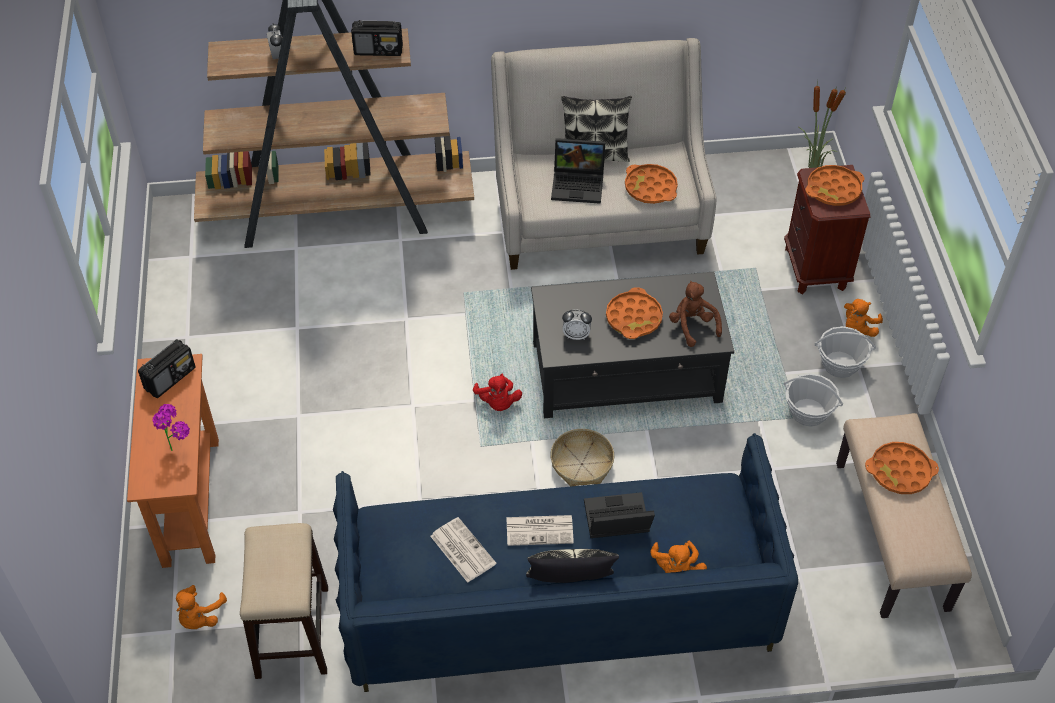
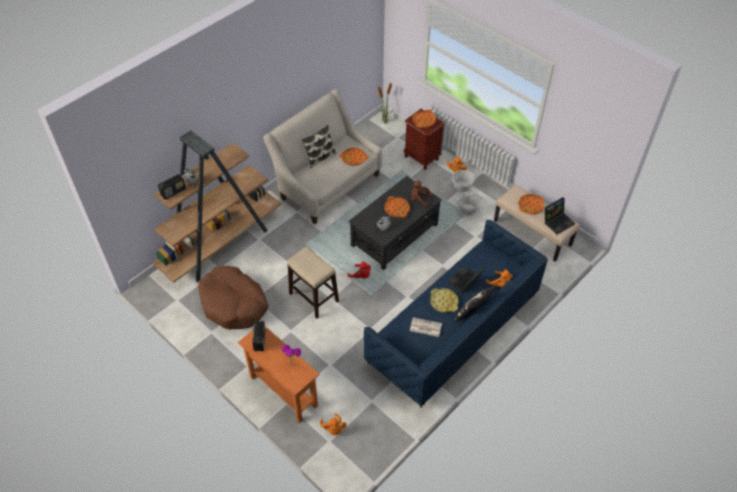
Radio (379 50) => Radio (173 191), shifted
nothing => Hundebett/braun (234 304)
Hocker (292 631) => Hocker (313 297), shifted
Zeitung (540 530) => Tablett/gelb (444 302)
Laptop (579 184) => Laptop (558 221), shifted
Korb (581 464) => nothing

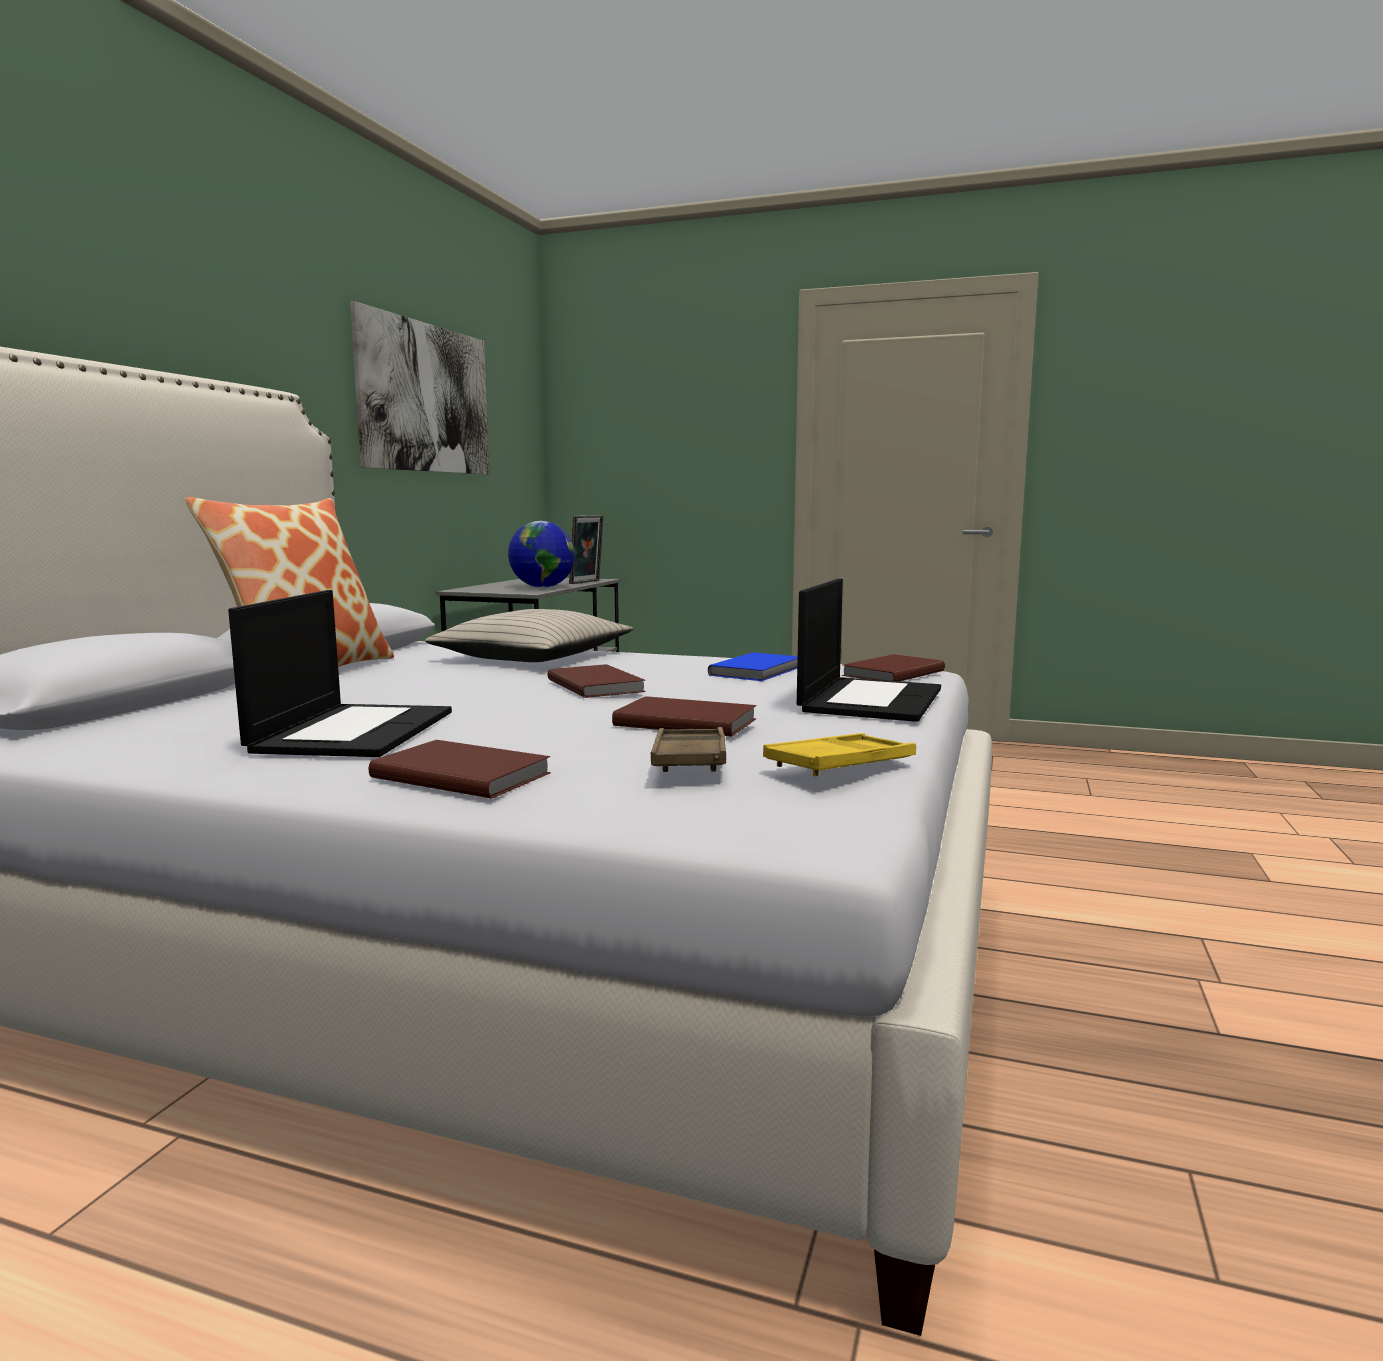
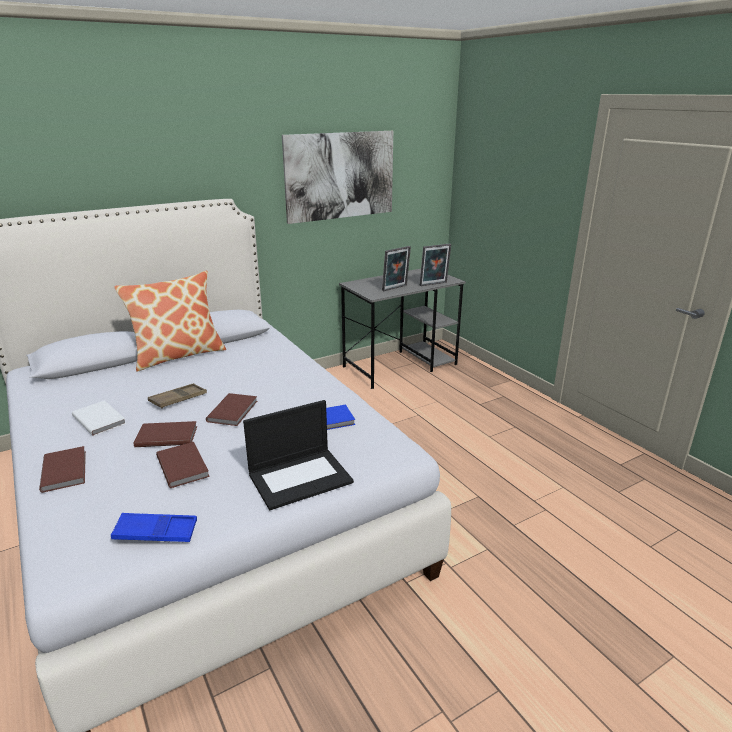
Laptop (354 730) => Buch/weiß (100 419)
Tablett/gelb (841 764) => Tablett/blau (156 532)
Buch/braun (890 673) => Buch/braun (166 436), shifted
Tablett/braun (689 759) => Tablett/braun (178 399), shifted
Globus (542 587) => Bilderrahmen (395 288)
Kissen/beige (532 657) => nothing

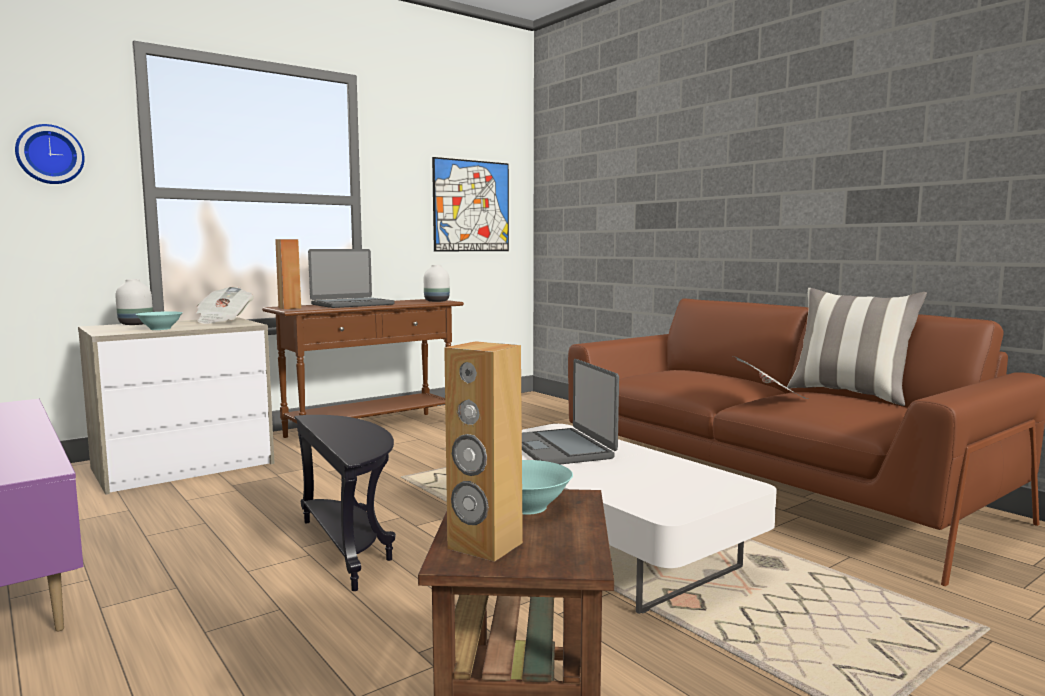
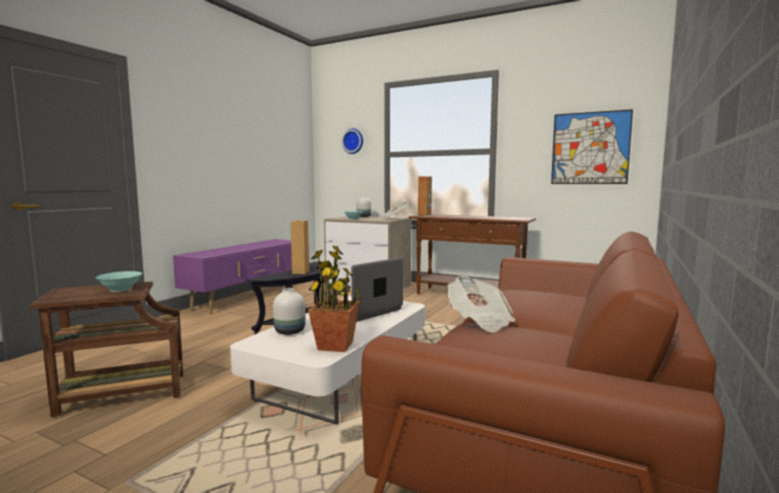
Vase/weiß (437 301) => Vase/weiß (290 331), shifted
Lautsprecher/braun (484 546) => Lautsprecher/braun (300 272), shifted
nothing => Topfpflanze (336 346)
Laptop (352 304) => nothing
Kissen (850 394) => nothing

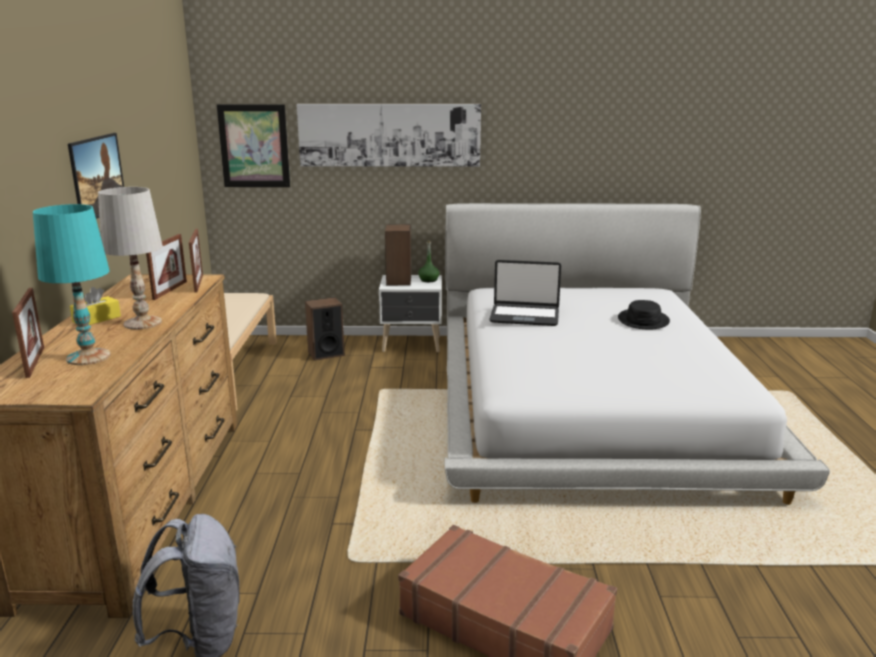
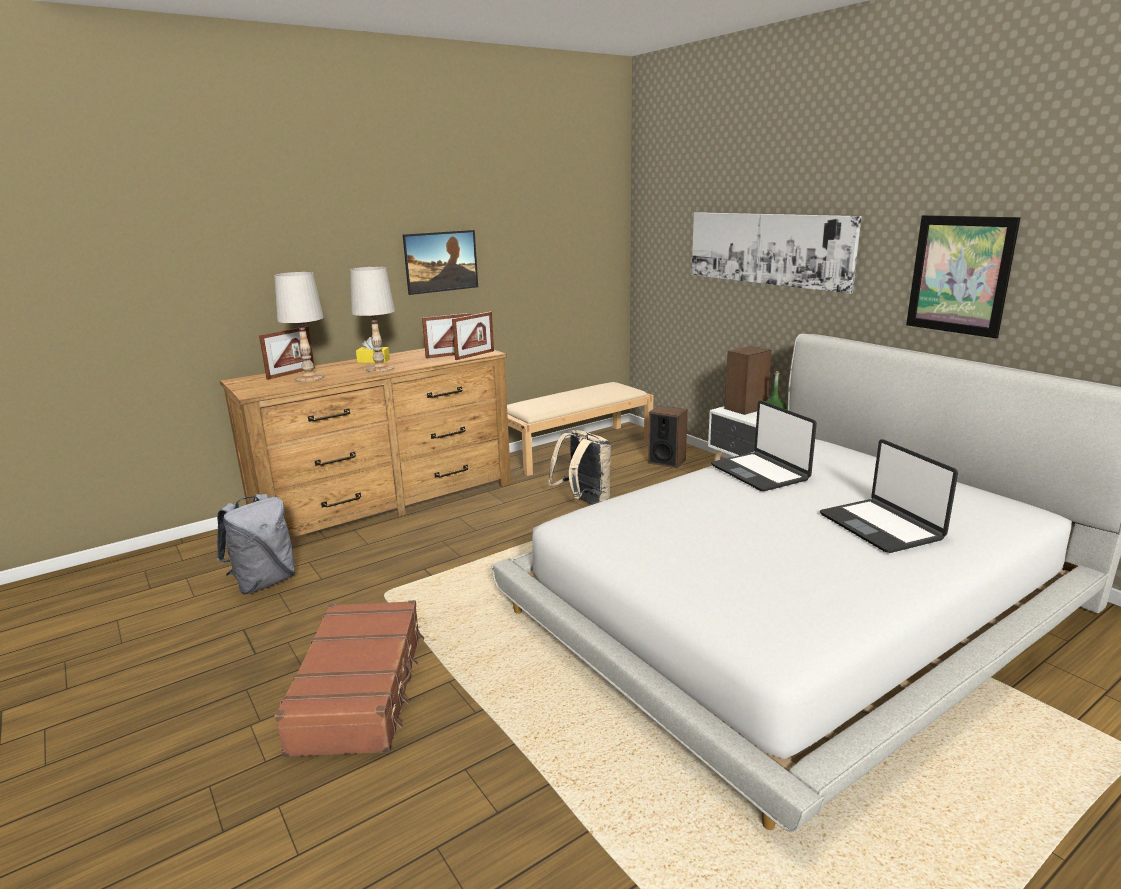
Tischlampe/türkis (88 357) => Tischlampe/weiß (309 378)
nothing => Rucksack/beige (583 502)
Hut/schwarz (643 320) => Laptop (881 526)
Bild (254 146) => Bild (959 275), shifted

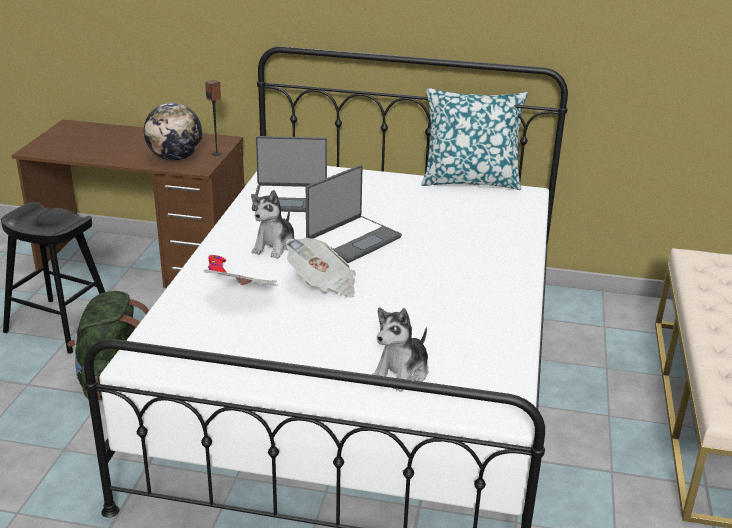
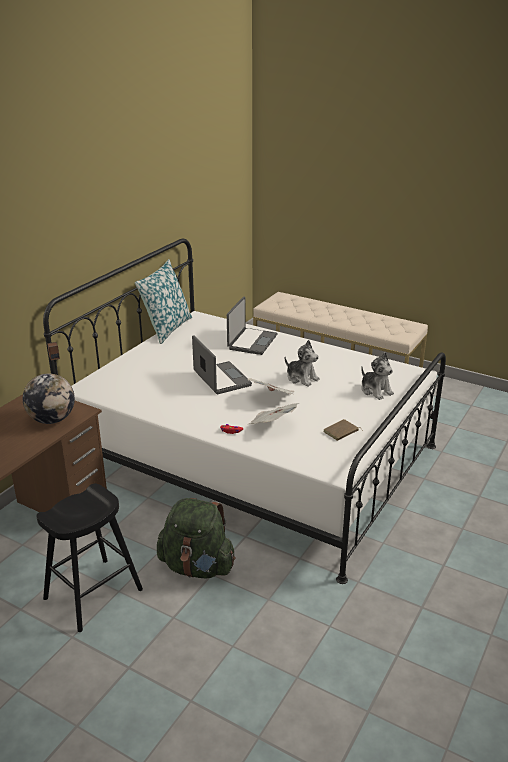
Laptop (290 199) => Laptop (251 342), shifted
Plüschtier (275 246) => Plüschtier (302 378), shifted
nothing => Buch/braun (341 432)

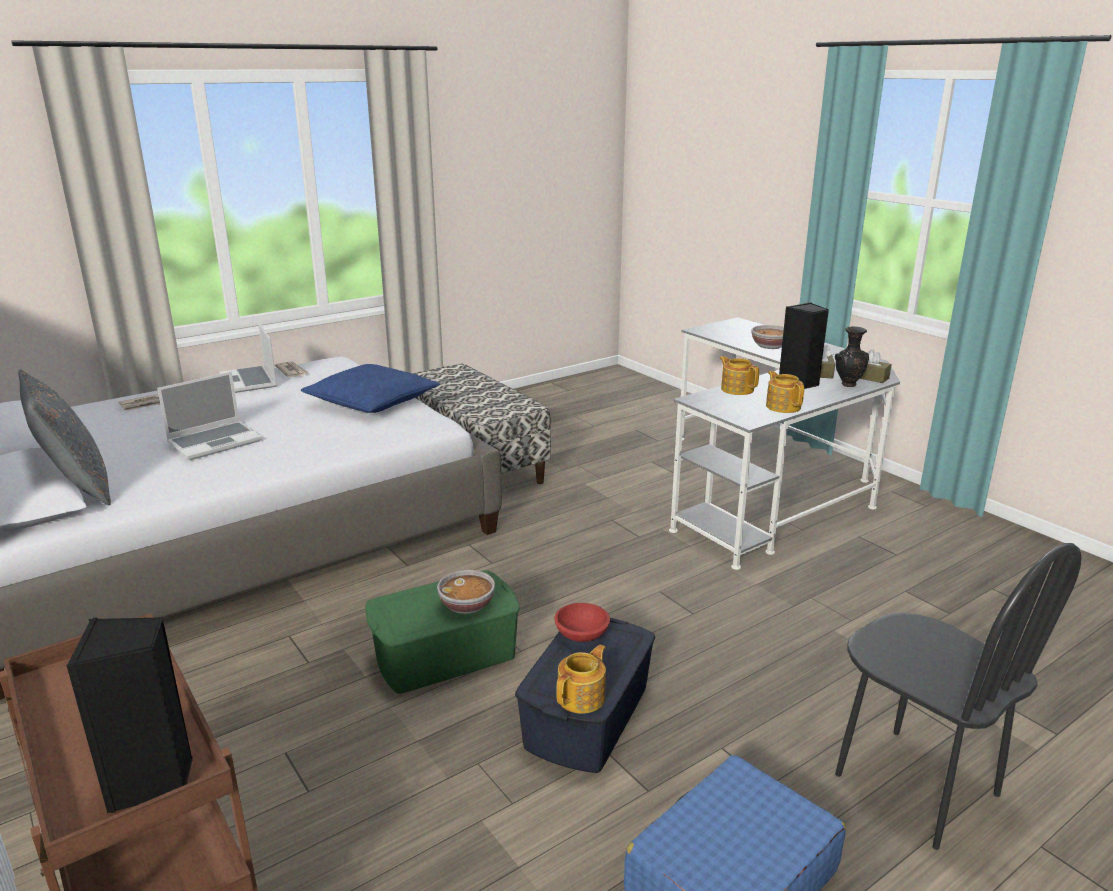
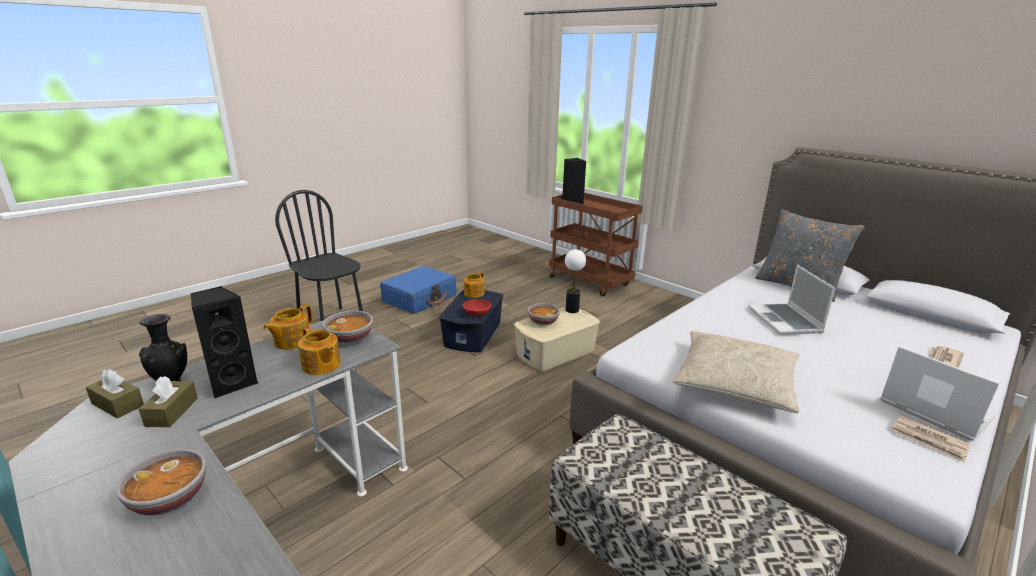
Teekanne (783 406) => Teekanne (291 341), 60 degrees clockwise
nothing => Schüssel (350 339)
Aufbewahrungsbox/grün (444 655) => Aufbewahrungsbox/beige (556 353)
nothing => Tischlampe (572 310)
Kissen/blau (372 401) => Kissen/beige (735 382)
Laptop (215 441) => Laptop (785 321), 45 degrees counterclockwise

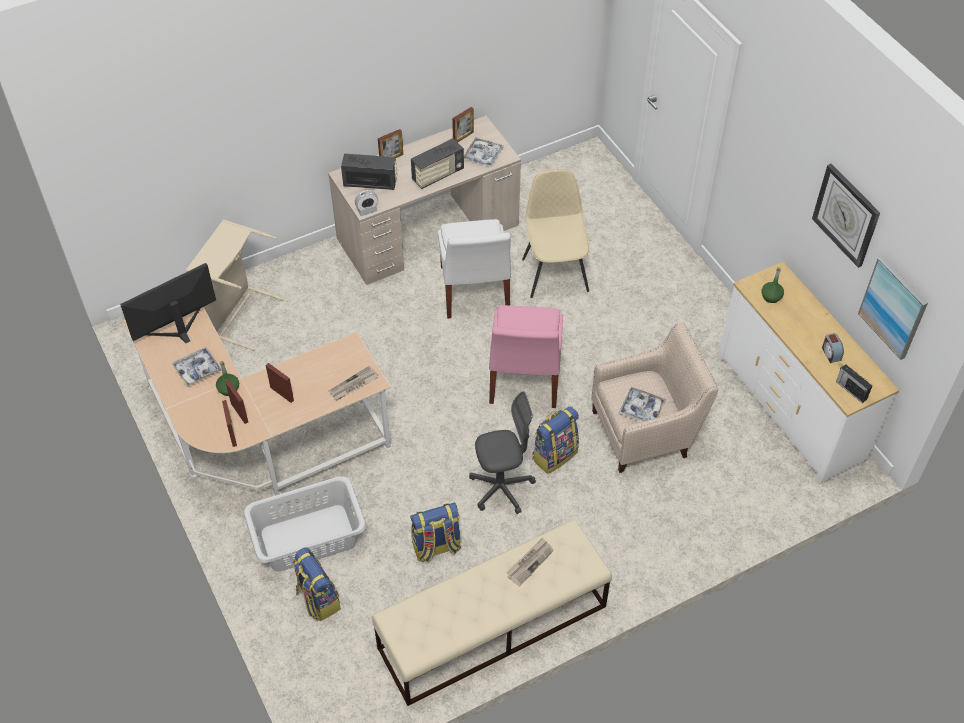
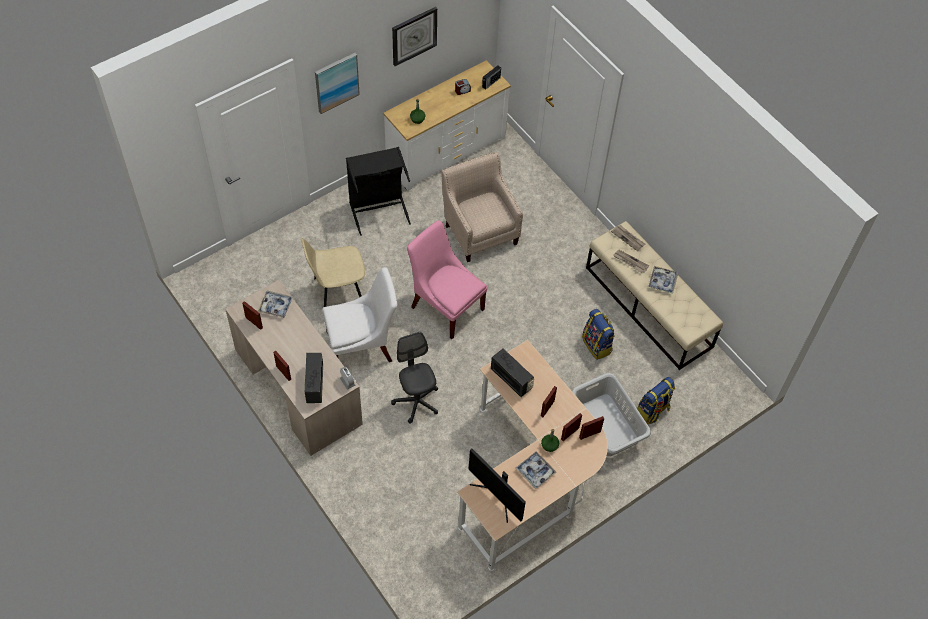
Bild (893 307) => Bild (336 82), shifted
nothing => Wäschekorb/schwarz (378 208)
Bürostuhl/grau (501 488) => Bürostuhl/grau (416 401), shifted
Stuhl/rosa (523 380) => Stuhl/rosa (445 305), 135 degrees counterclockwise
Radio (438 175) => Radio (511 379), shifted
Zeitung (353 385) => Zeitung (628 238), shifted
Tablett (641 409) => Tablett (662 281), shifted
Wäschekorb/beige (237 314) => nothing
Rucksack (554 454) => nothing

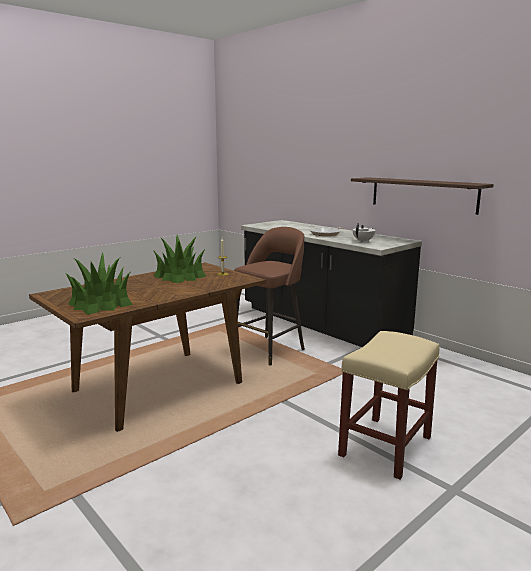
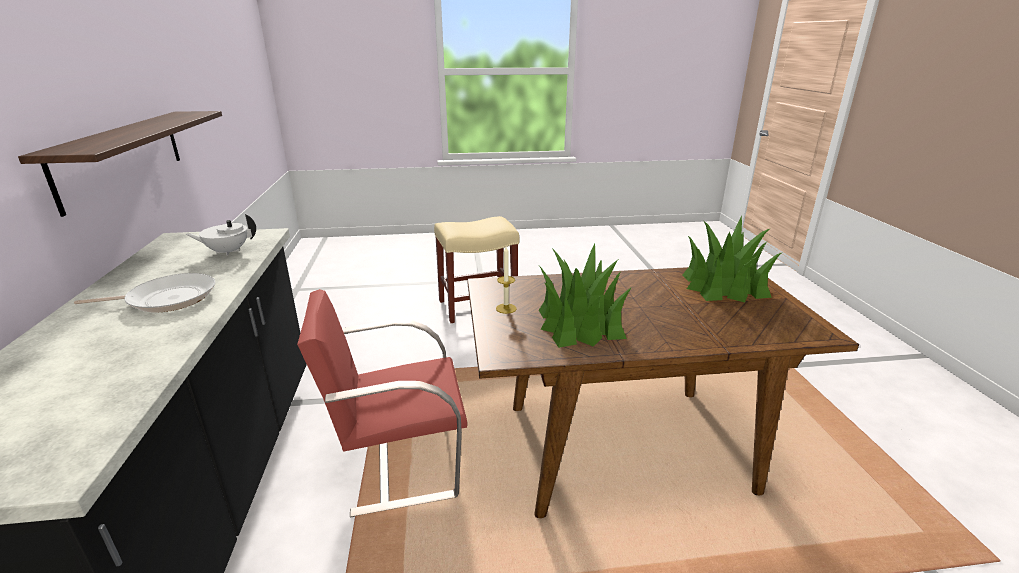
Hocker/braun (269 350) => Stuhl/rot (399 462)

